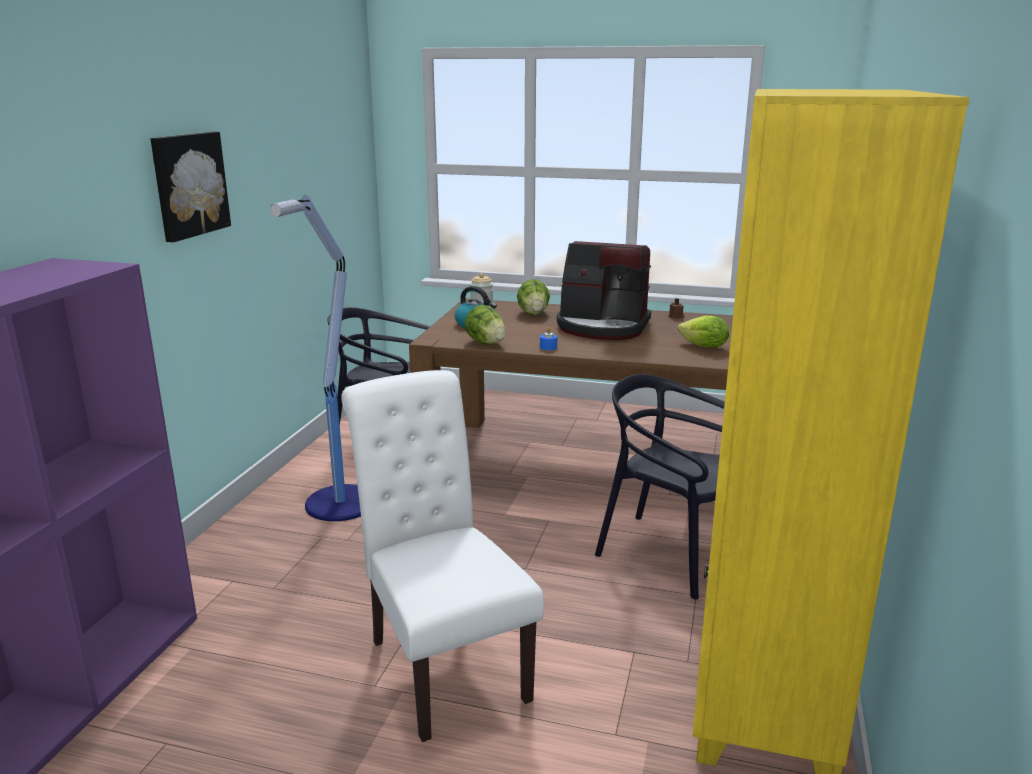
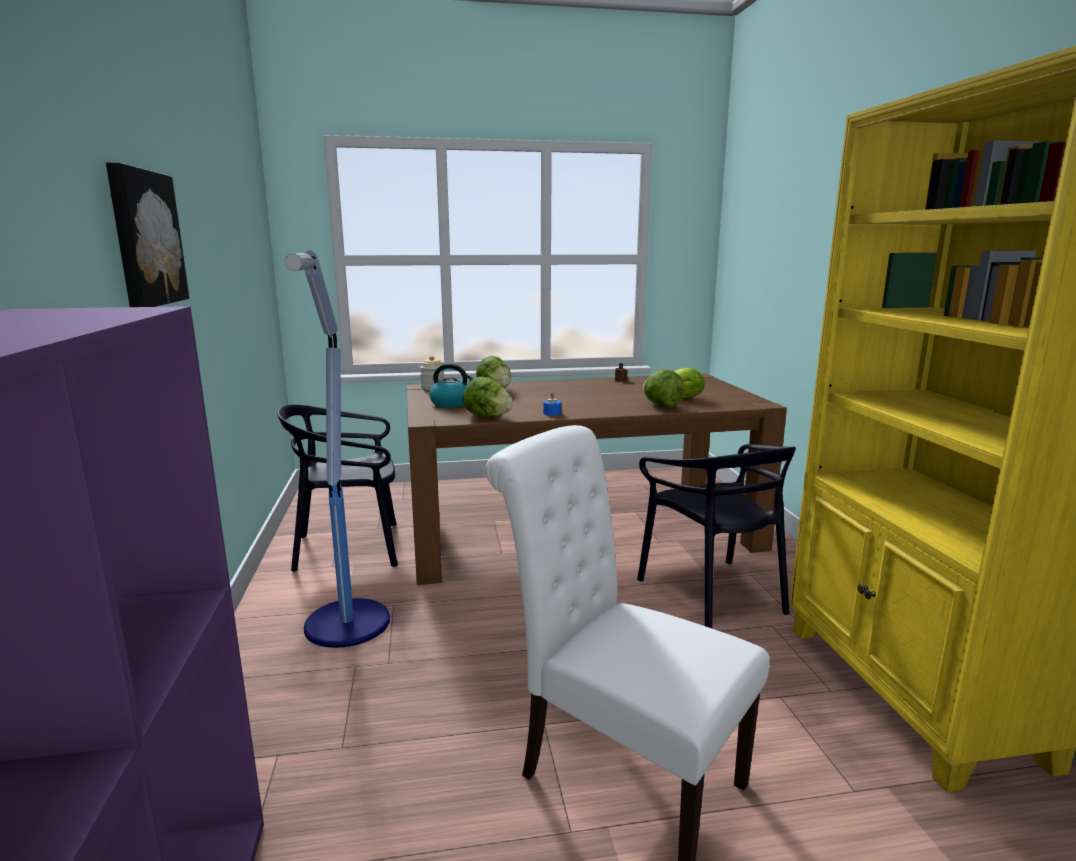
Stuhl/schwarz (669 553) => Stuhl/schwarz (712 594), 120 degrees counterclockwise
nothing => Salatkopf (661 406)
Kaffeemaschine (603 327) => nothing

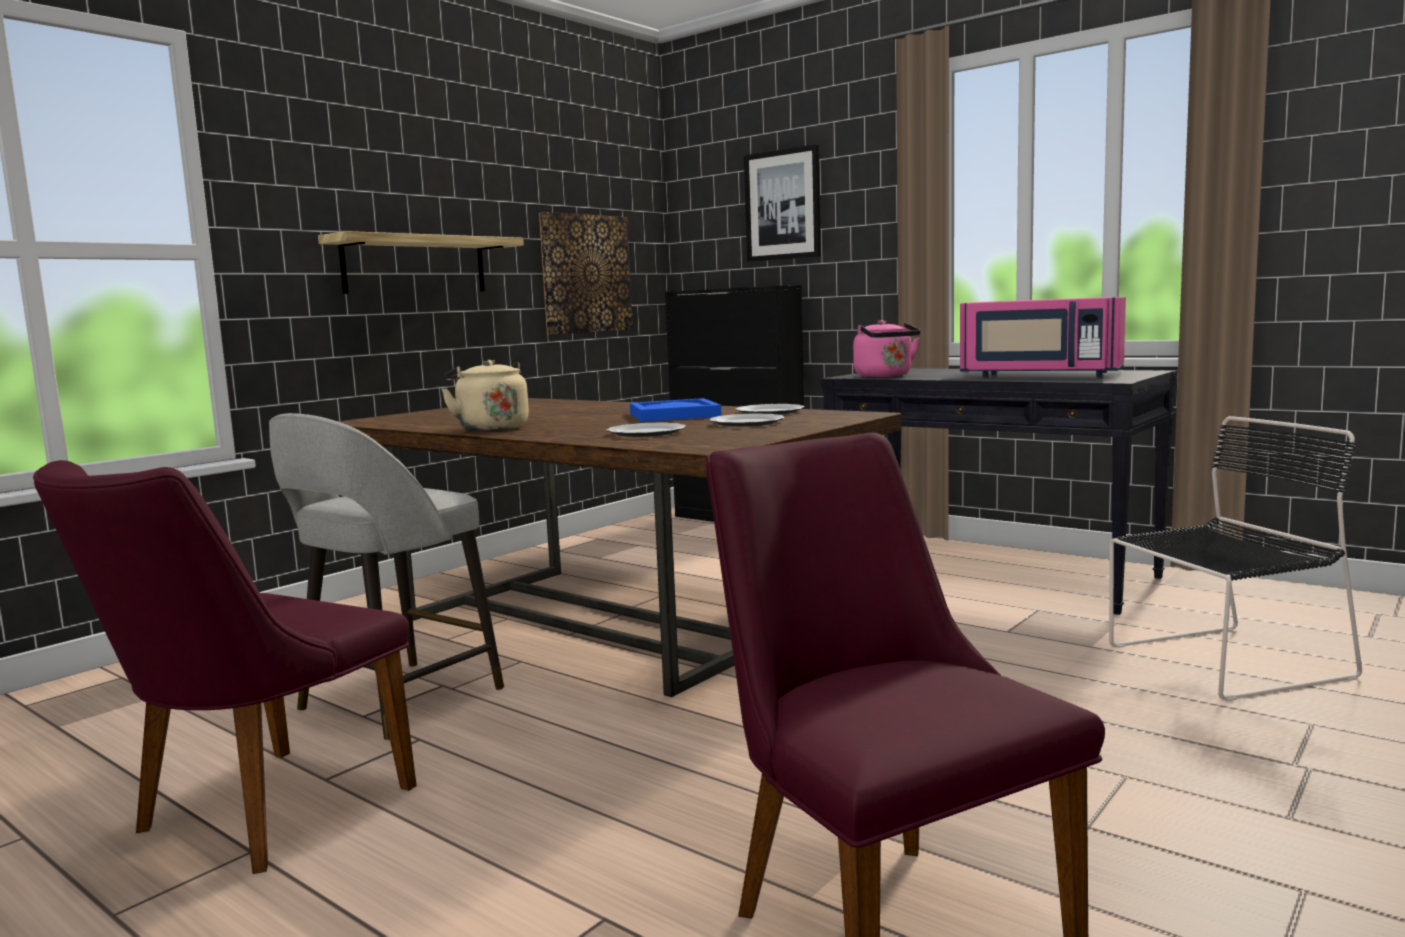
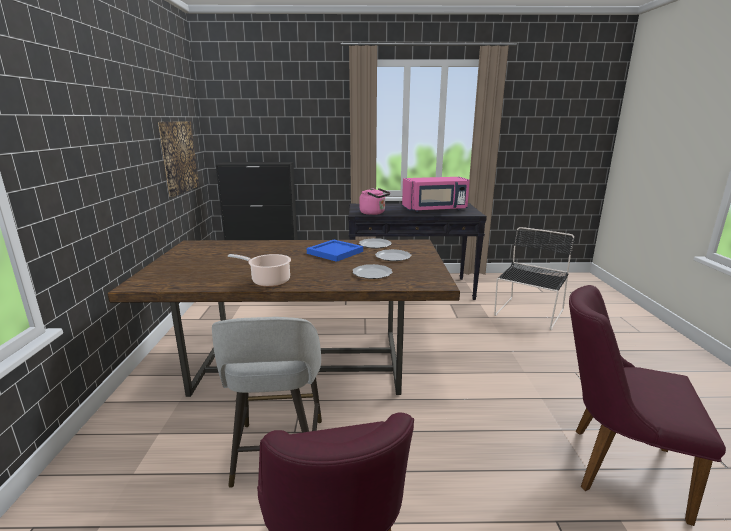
Wasserkessel/beige (490 428) => Kochtopf (268 281)
Wandregal (415 265) => nothing
Bild (783 205) => nothing

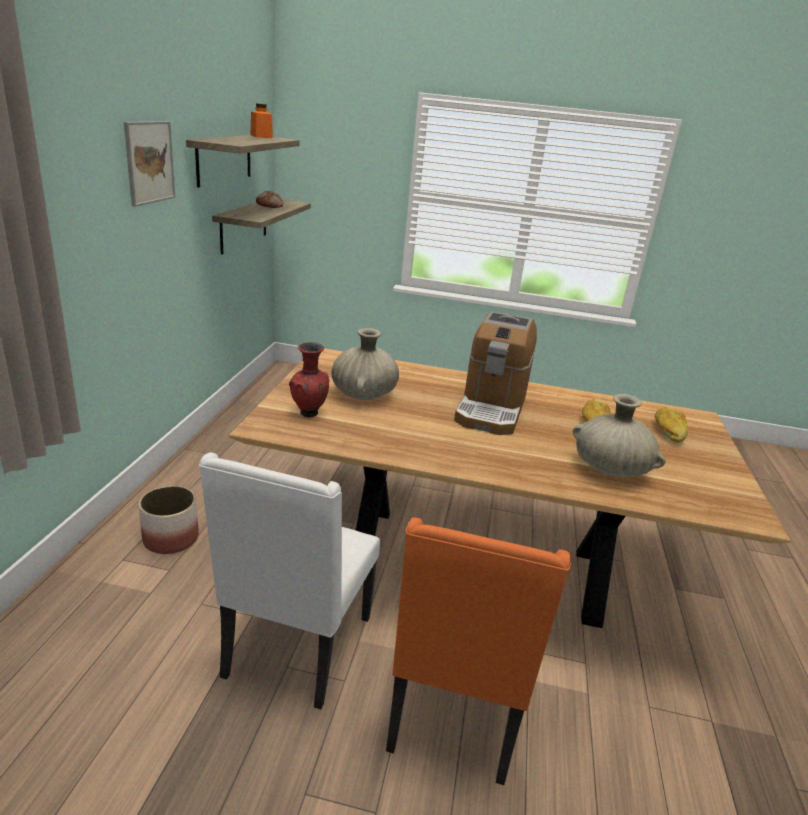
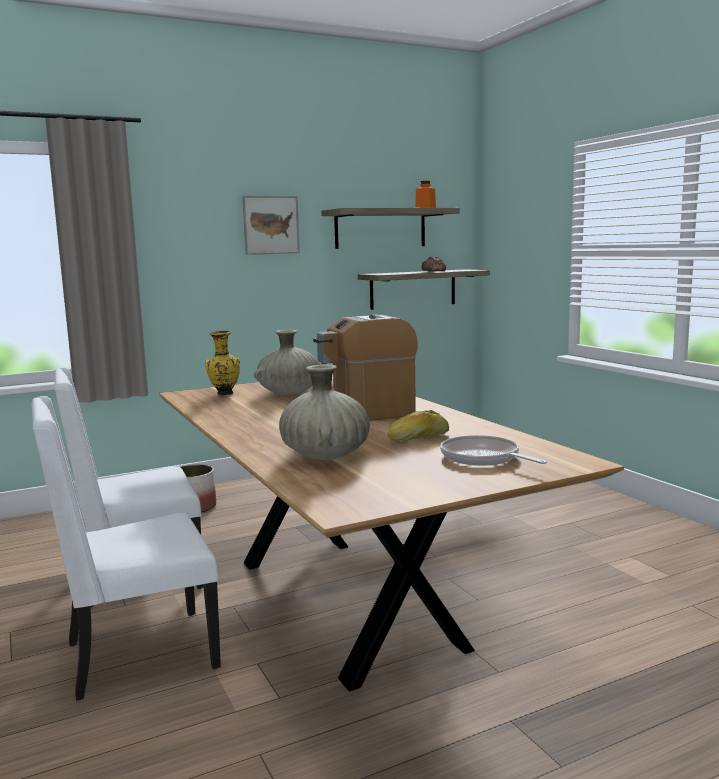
Stuhl/orange (454 712) => Stuhl/weiß (137 655)
Vase/rot (309 414) => Vase/gelb (224 394)
Brot (667 432) => Pfanne (483 458)

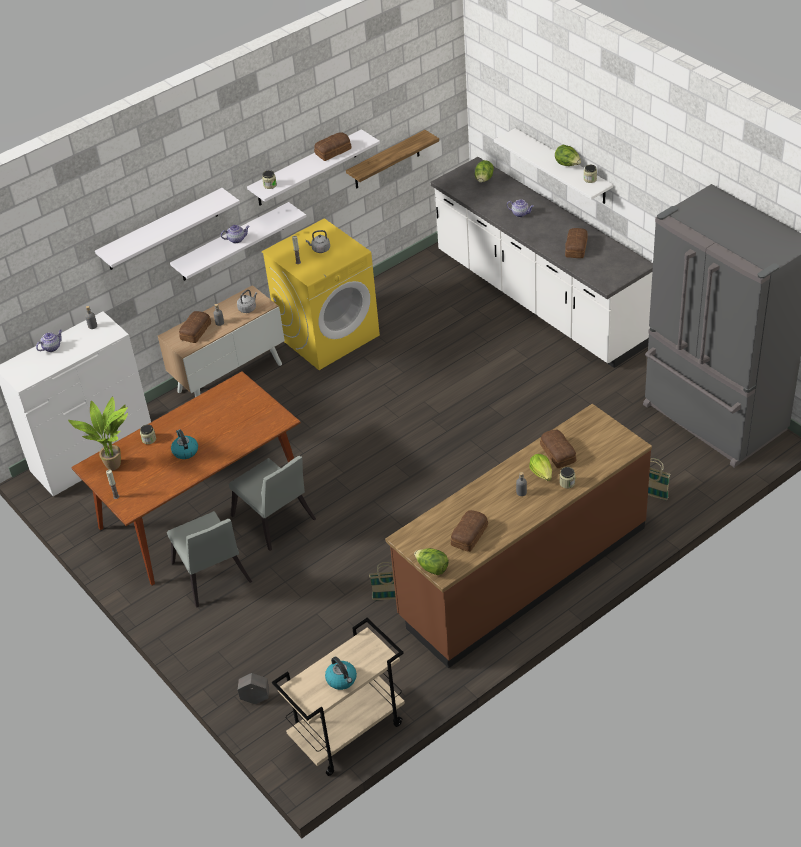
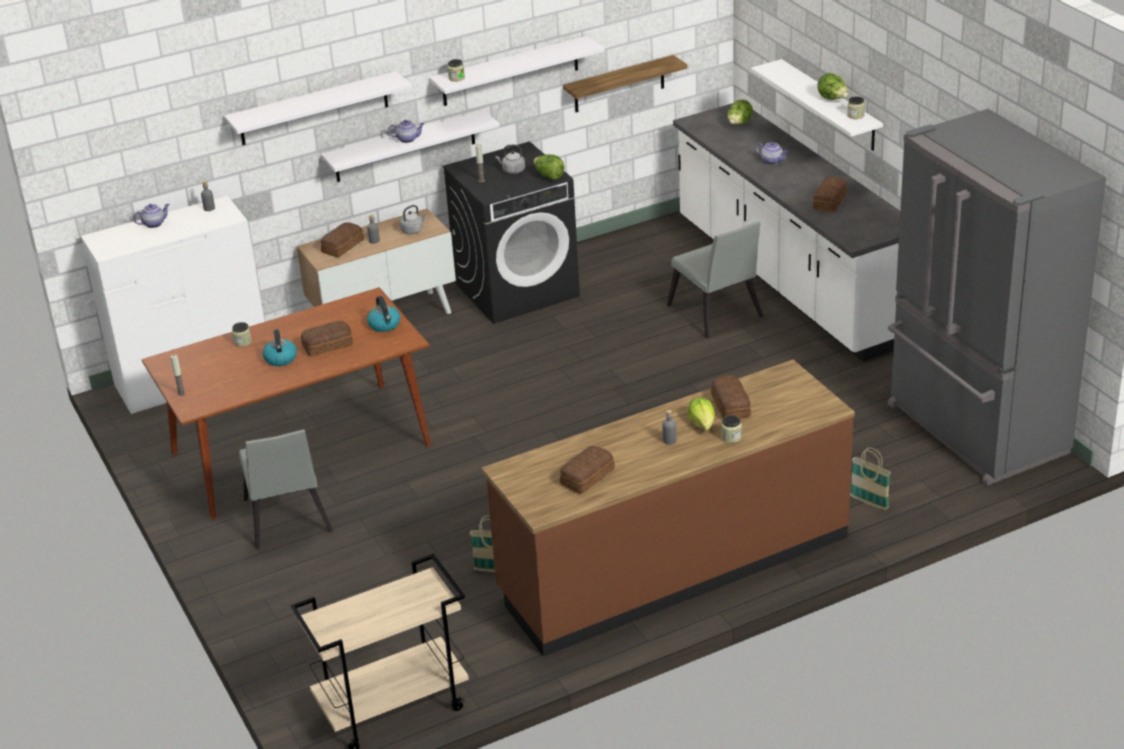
Brot (334 151) => Brot (328 345), shifted
Wasserkessel (342 679) => Wasserkessel (385 325), shifted
Waschmaschine/gelb (328 335) => Waschmaschine/schwarz (517 289)
Salatkopf (432 568) => Salatkopf (549 176), shifted
Stuhl/grau (275 521) => Stuhl/grau (717 315), shifted
Topfpflanze (114 464) => nothing
Pflanzkübel/grau (255 699) => nothing

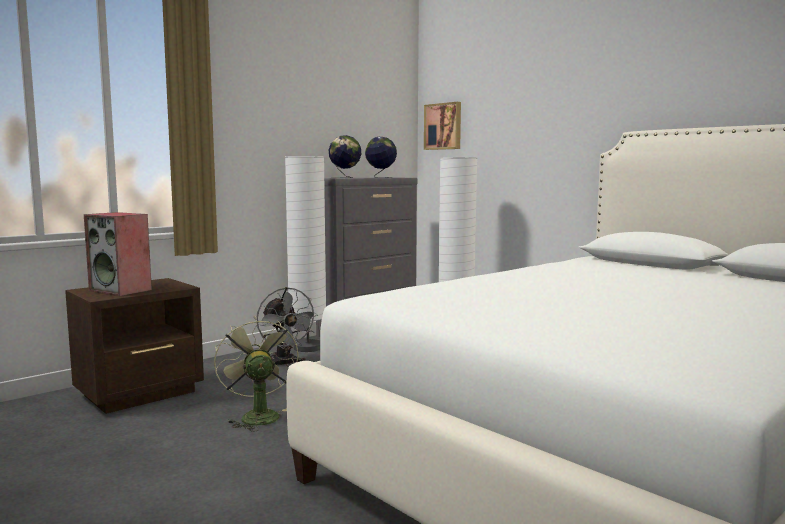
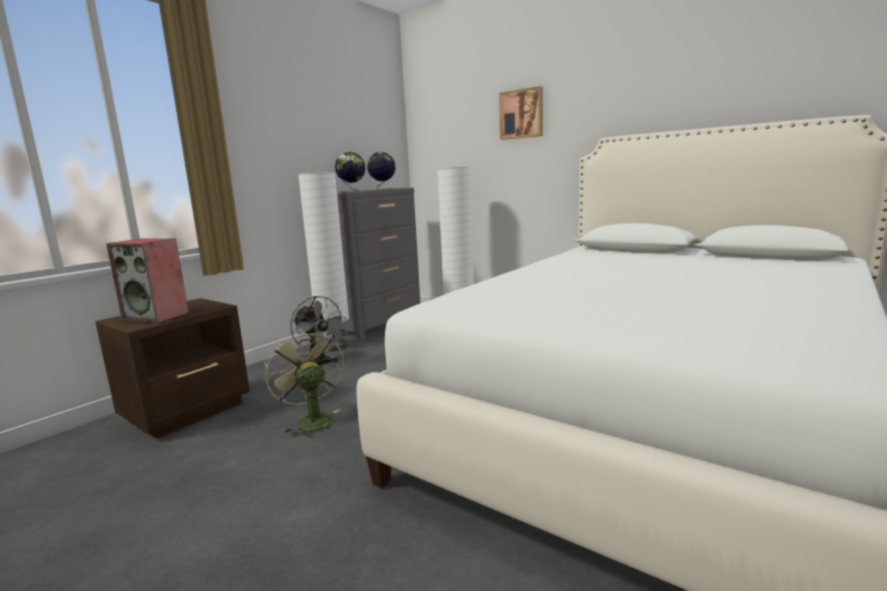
Bild (443 126) => Bild (522 114), shifted

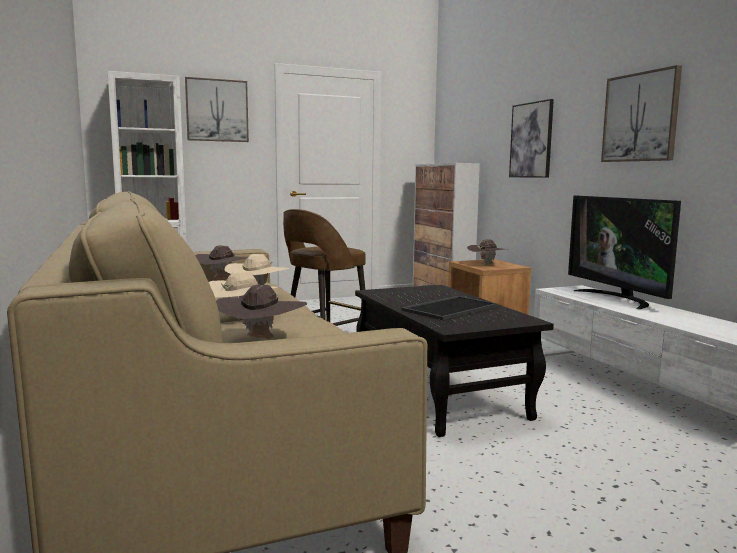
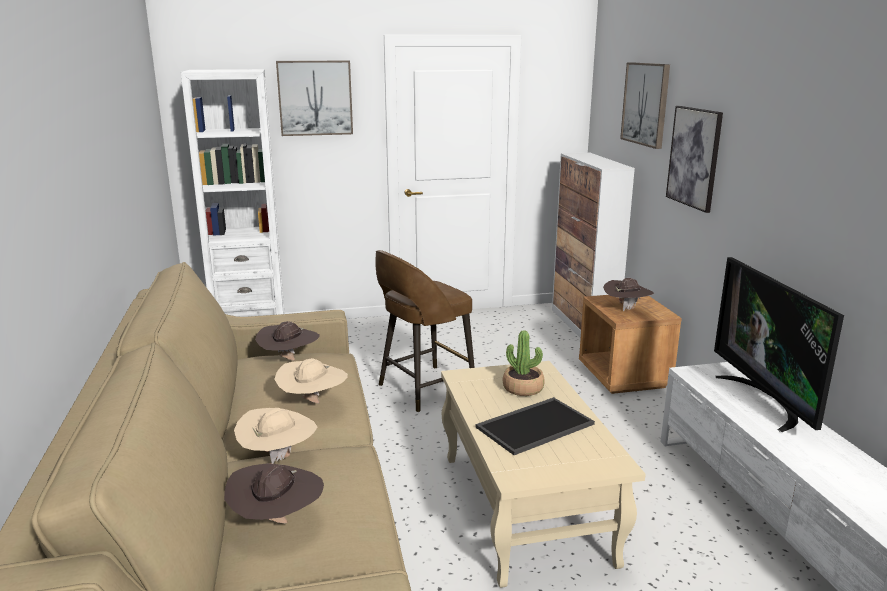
Couchtisch/schwarz (438 393) => Couchtisch/beige (524 506)
nothing => Topfpflanze (523 388)
Bild (640 117) => Bild (646 104), shifted

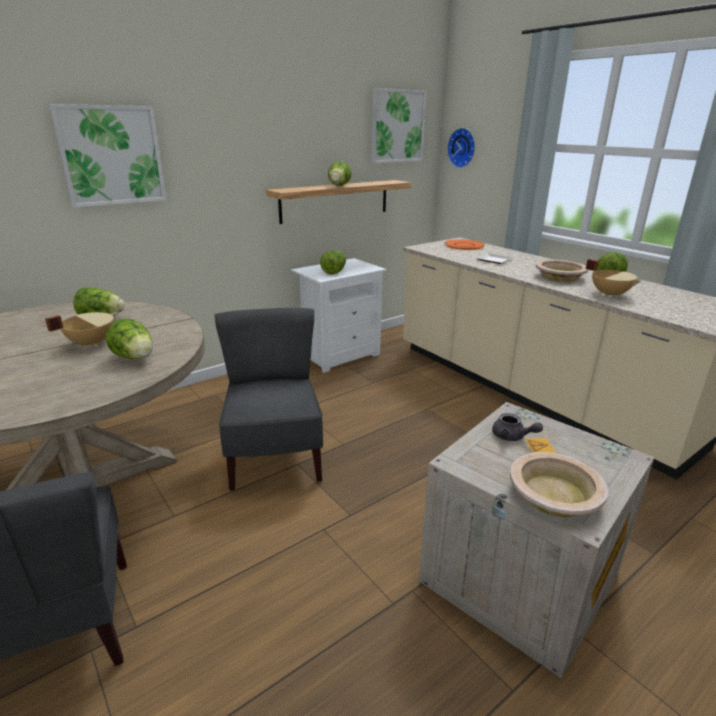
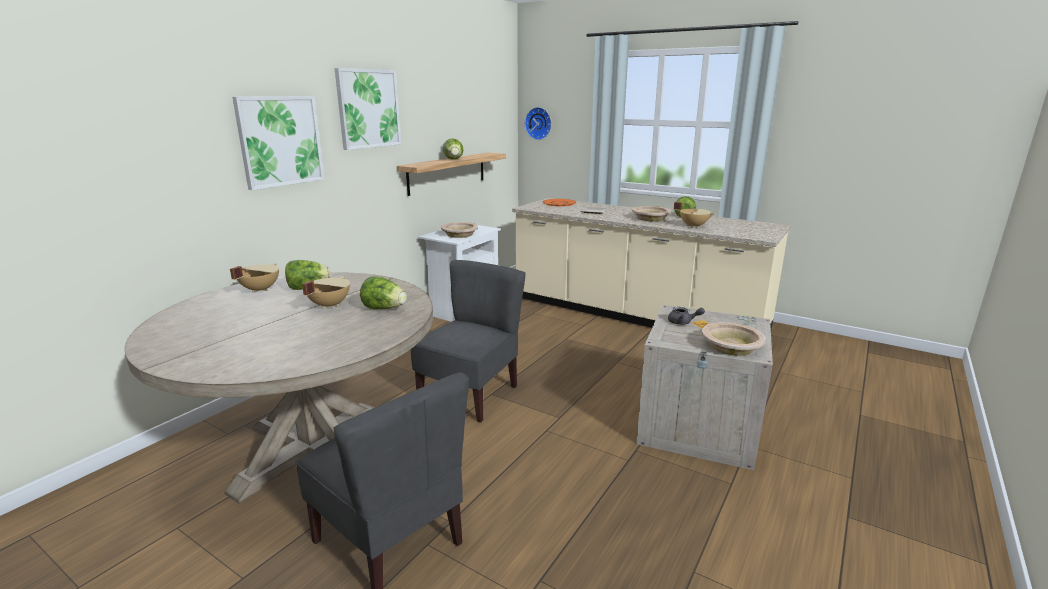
nothing => Kochtopf/beige (259 289)
Bild (397 126) => Bild (368 109), shifted
Stuhl/grau (275 459) => Stuhl/grau (470 394), 60 degrees clockwise
Salatkopf (334 272) => Schüssel/beige (459 234)

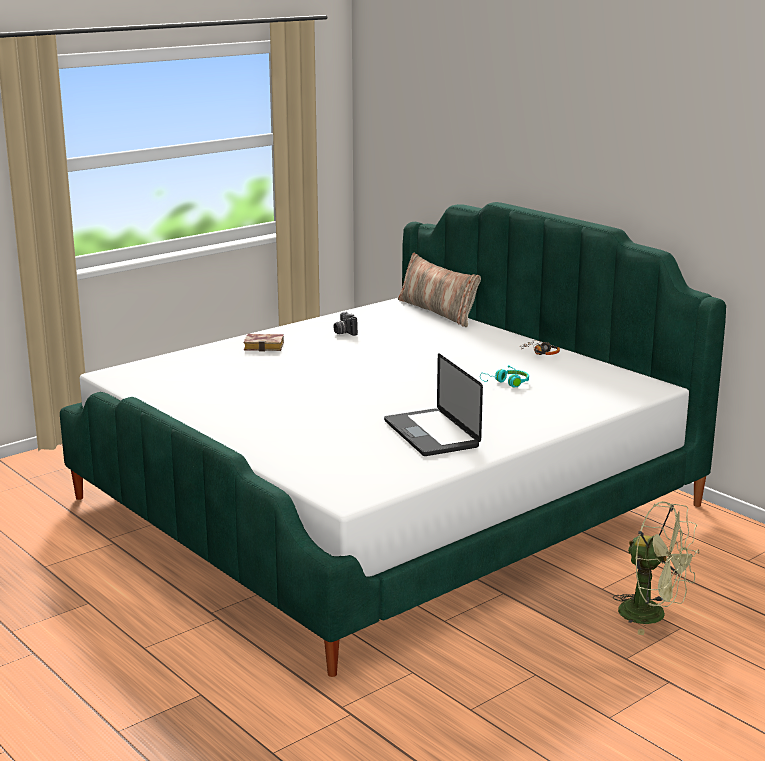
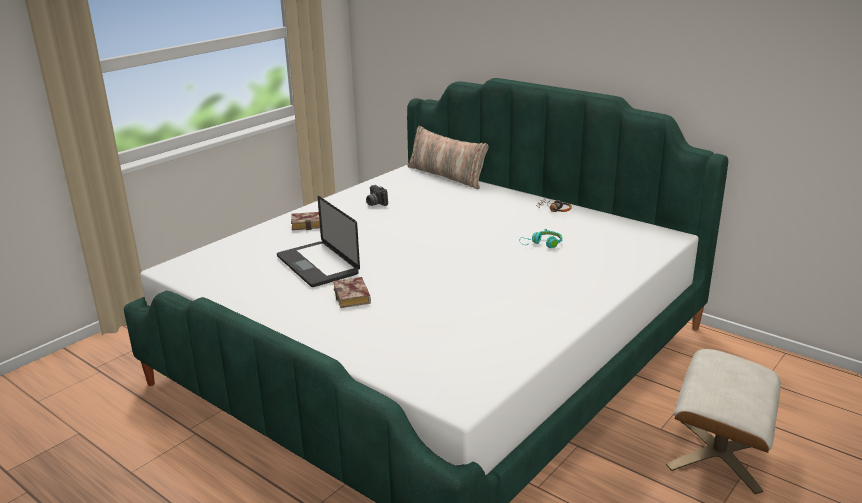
Laptop (431 434) => Laptop (317 265), shifted
nothing => Buch (353 297)
Ventilator/grün (652 615) => Polsterhocker/beige (718 454)

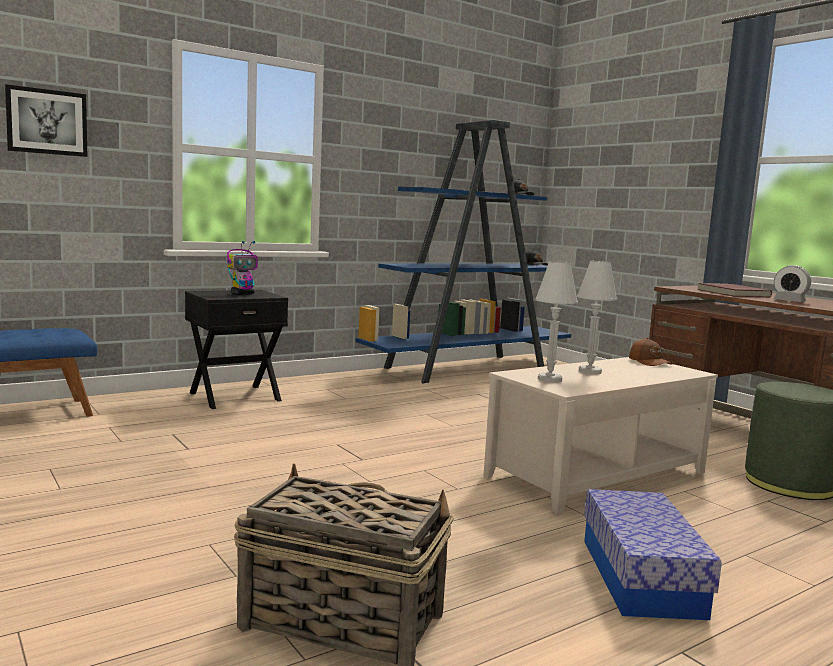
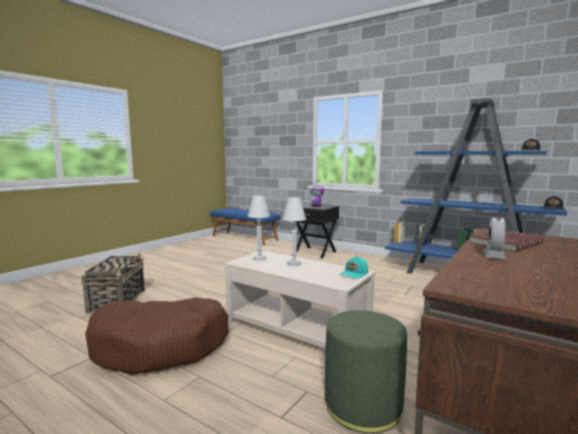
Aufbewahrungsbox (641 577) => Hundebett/braun (161 346)
Kappe/braun (650 362) => Kappe/türkis (354 274)
Bild (47 122) => nothing

